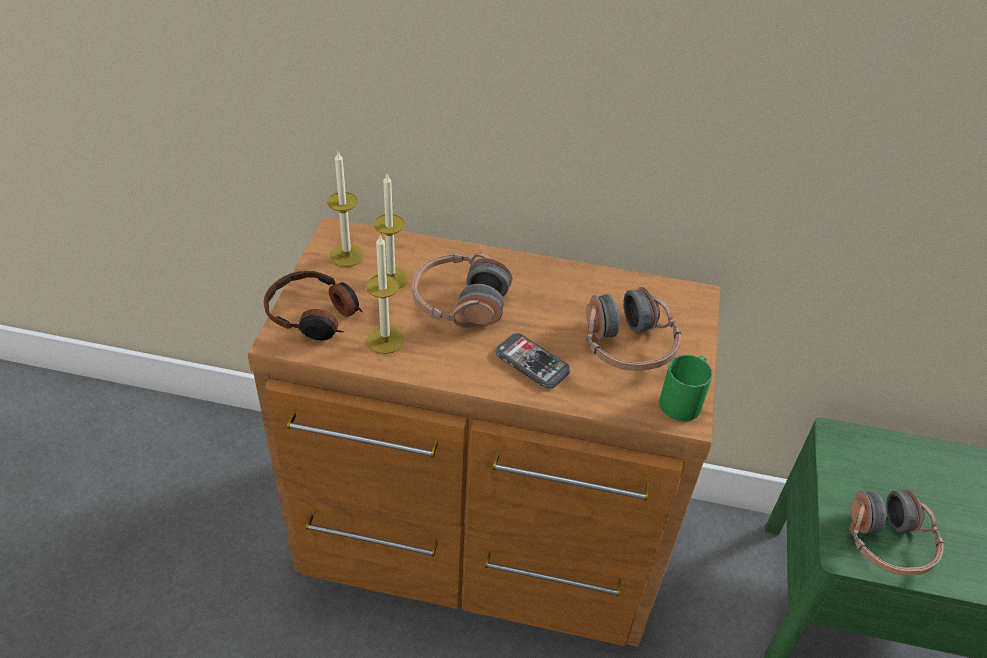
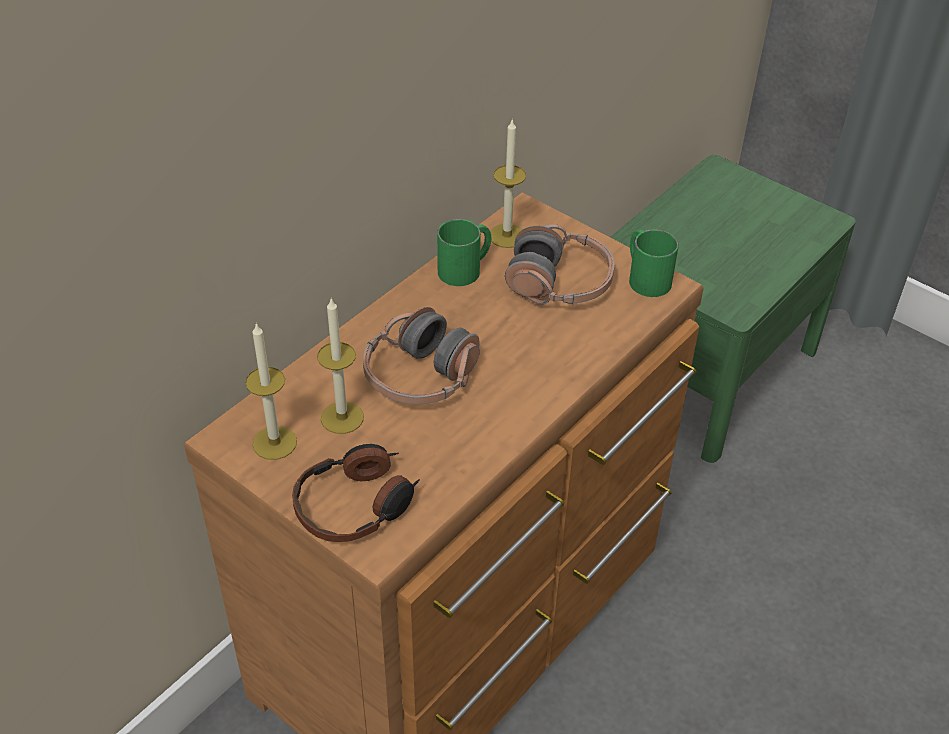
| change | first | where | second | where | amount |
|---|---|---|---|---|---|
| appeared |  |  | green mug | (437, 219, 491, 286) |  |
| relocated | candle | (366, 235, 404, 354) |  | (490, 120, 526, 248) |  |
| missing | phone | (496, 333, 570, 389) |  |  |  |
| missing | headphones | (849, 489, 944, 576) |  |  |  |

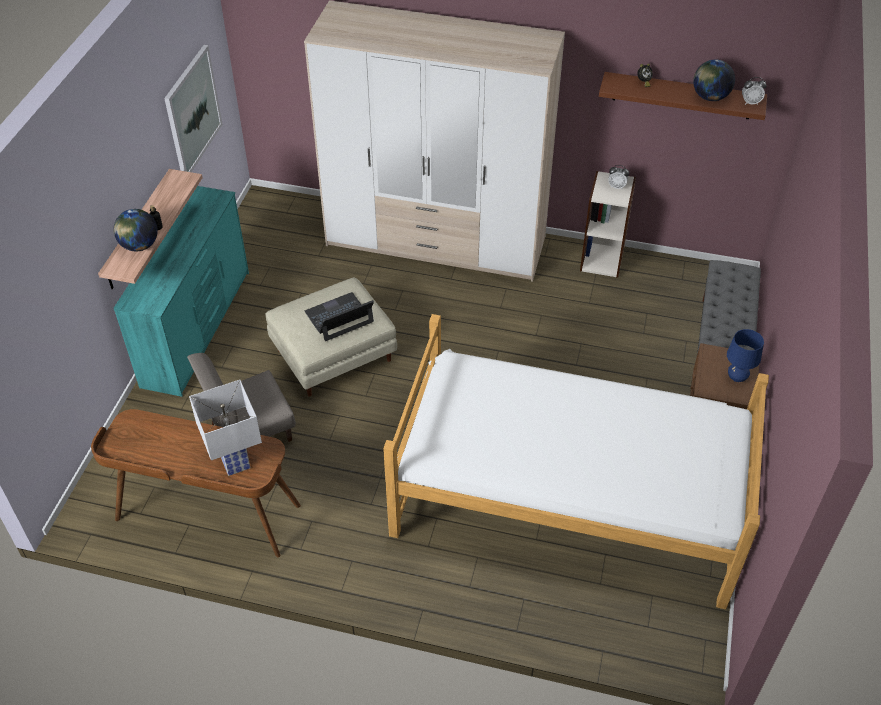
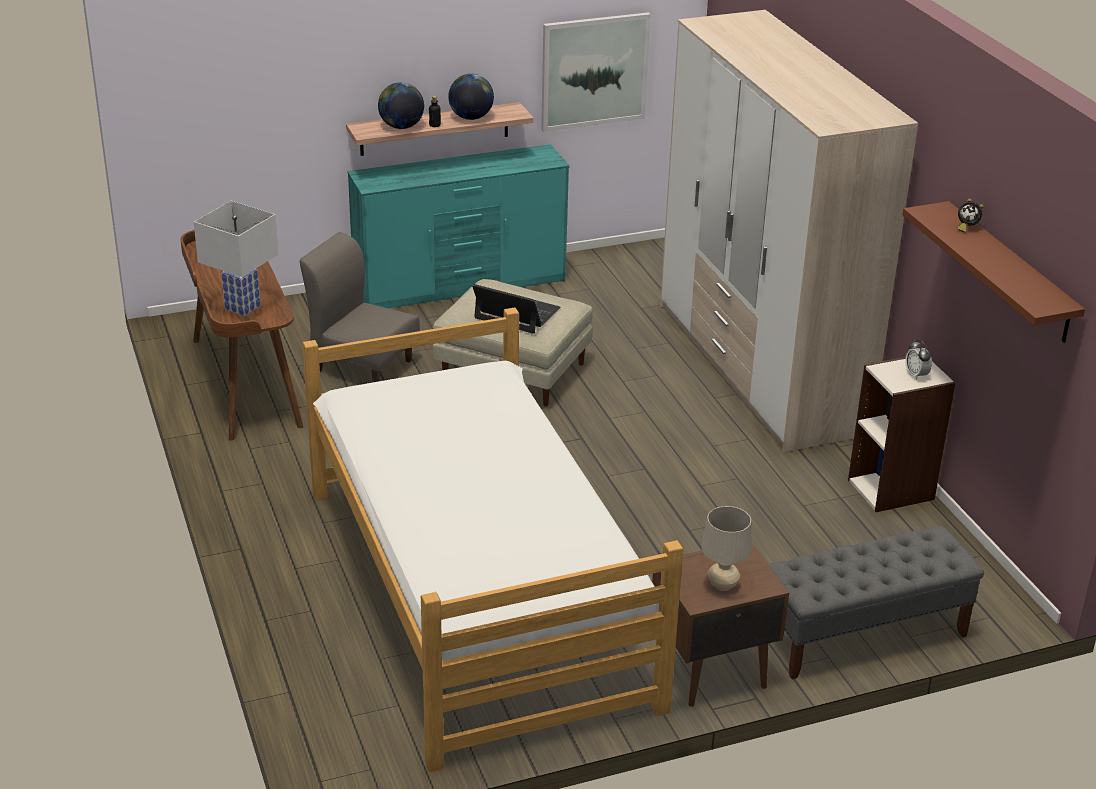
| change | first | where | second | where | amount |
|---|---|---|---|---|---|
| relocated | globe | (693, 60, 735, 101) |  | (448, 74, 494, 120) |  |
| colour | blue table lamp | (727, 329, 764, 382) | beige table lamp | (701, 506, 752, 591) |  |
| missing | alarm clock | (742, 77, 767, 105) |  |  |  |

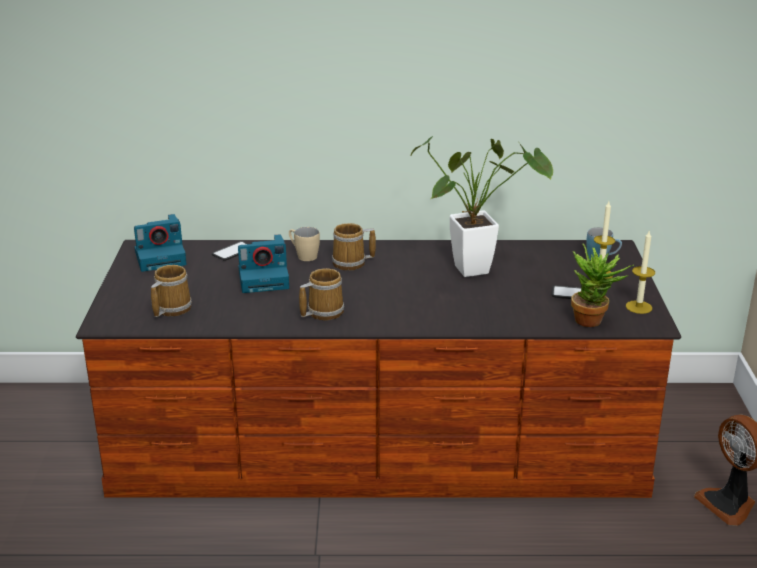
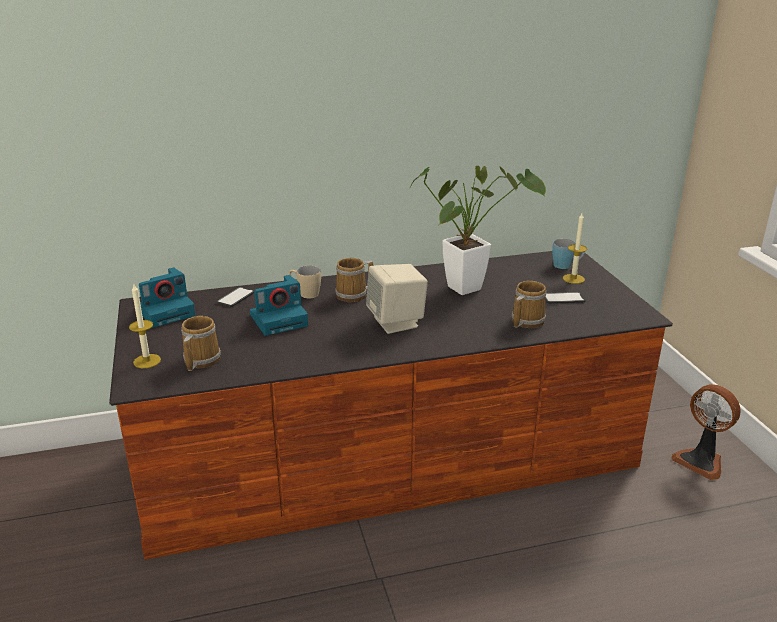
| change | first | where | second | where | amount |
|---|---|---|---|---|---|
| relocated | candle | (626, 231, 655, 314) |  | (129, 284, 161, 368) |  |
| appeared |  |  | beige speaker | (366, 264, 428, 334) |  |
| relocated | mug | (299, 268, 344, 321) |  | (512, 281, 546, 328) |  |
| missing | potted plant | (571, 244, 634, 327) |  |  |  |

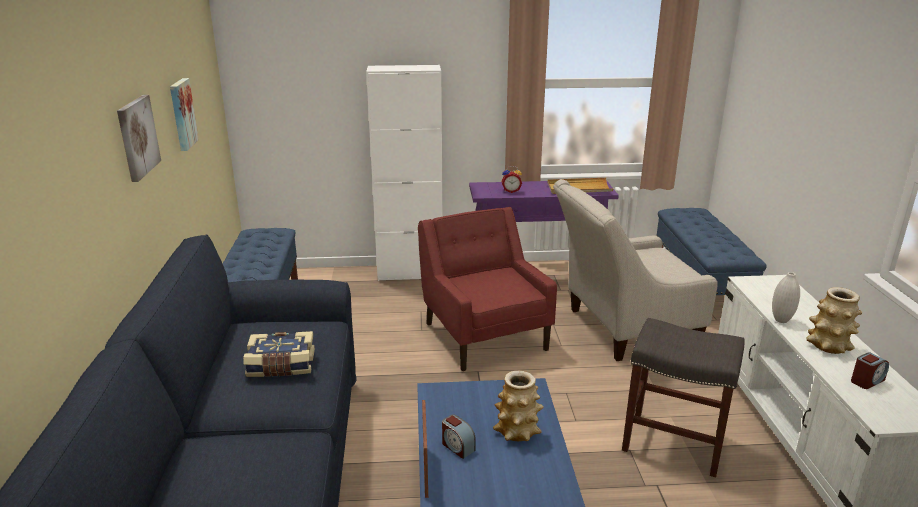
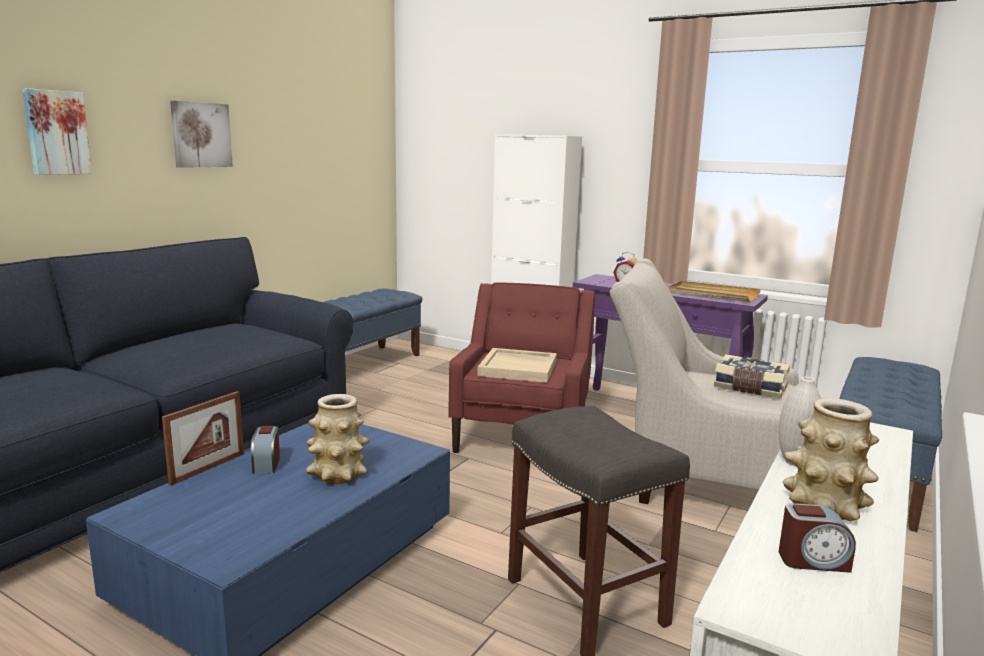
| change | first | where | second | where | amount |
|---|---|---|---|---|---|
| relocated | picture | (170, 78, 199, 151) |  | (22, 88, 92, 175) |  |
| appeared |  |  | beige tray | (477, 348, 557, 383) |  |
| relocated | book | (243, 331, 315, 377) |  | (714, 354, 790, 398) |  |

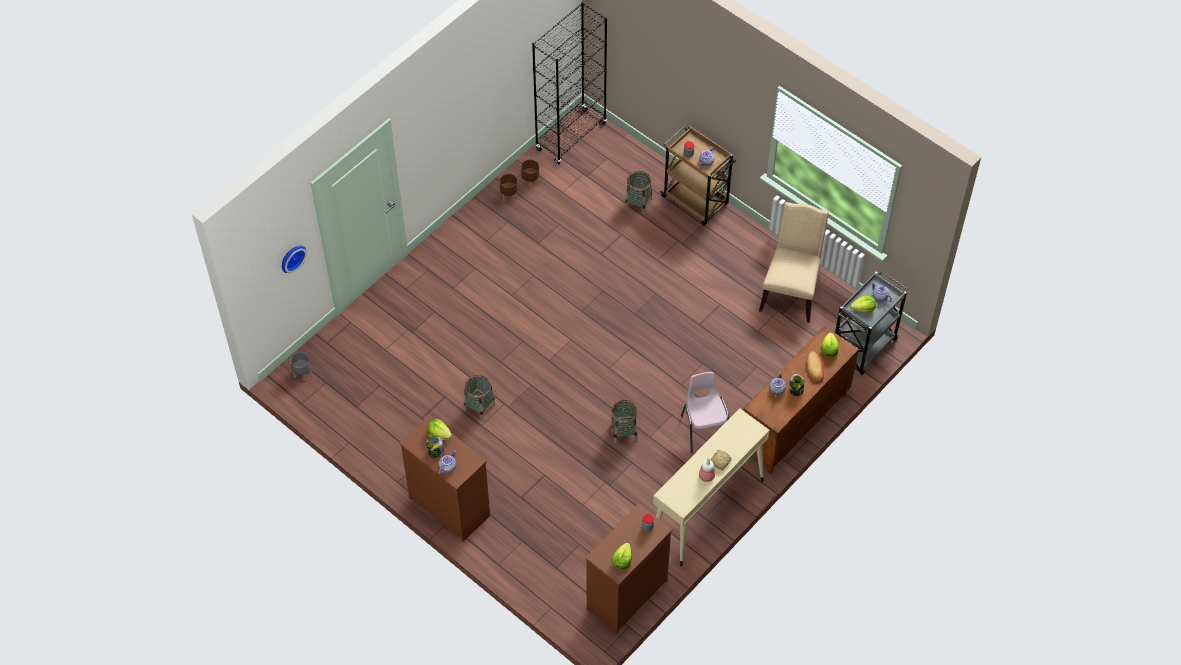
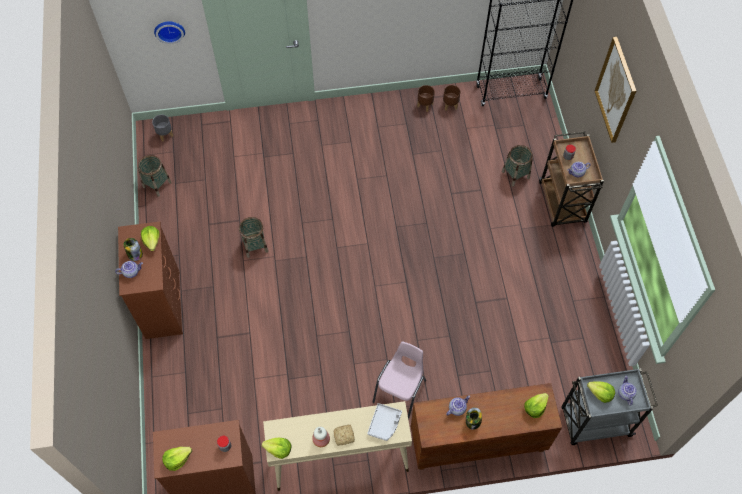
| change | first | where | second | where | amount |
|---|---|---|---|---|---|
| relocated | basket | (611, 400, 638, 443) |  | (138, 155, 172, 197) |  |
| appeared |  |  | lettuce | (262, 438, 292, 459) |  |
| appeared |  |  | grey tray | (367, 403, 402, 441) |  |
| appeared |  |  | picture | (595, 37, 636, 143) |  |
| missing | beige chair | (759, 202, 829, 323) |  |  |  |
| missing | bread | (806, 351, 824, 383) |  |  |  |

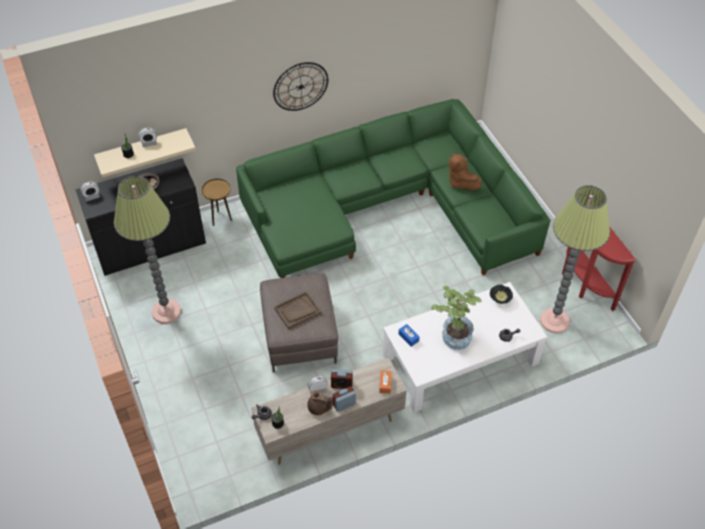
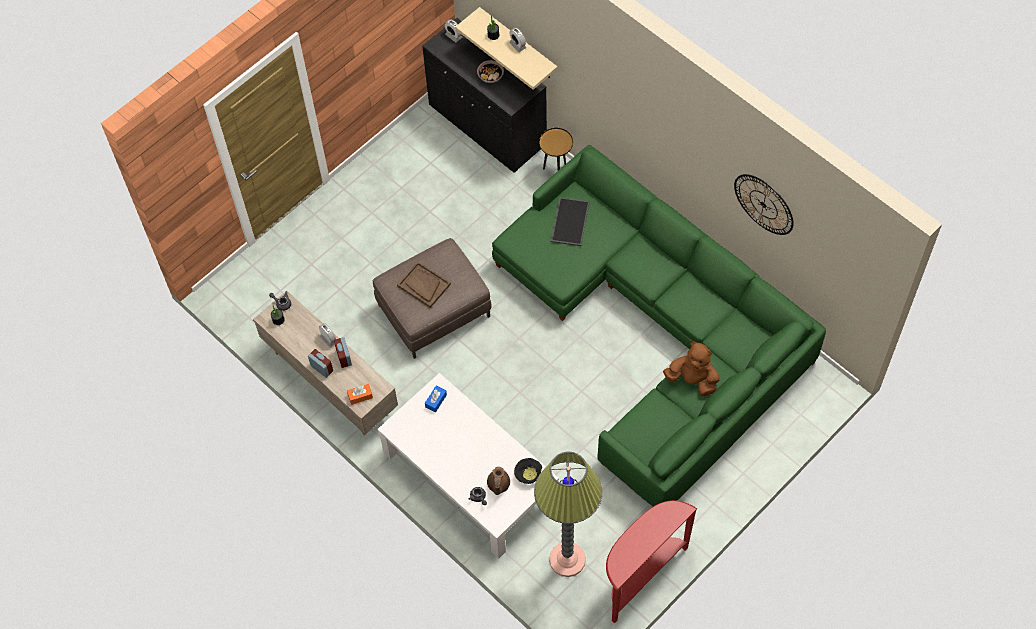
| change | first | where | second | where | amount |
|---|---|---|---|---|---|
| relocated | brown teapot | (307, 390, 333, 415) |  | (487, 467, 510, 495) |  |
| appeared |  |  | tray | (551, 197, 590, 246) |  |
| spun | brown plush toy | (449, 152, 482, 190) |  | (663, 341, 720, 396) | 75 degrees clockwise |
| relocated | wall clock | (273, 62, 328, 111) |  | (734, 174, 794, 235) |  |
| missing | floor lamp | (114, 176, 181, 324) |  |  |  |
| missing | potted plant | (431, 286, 482, 350) |  |  |  |

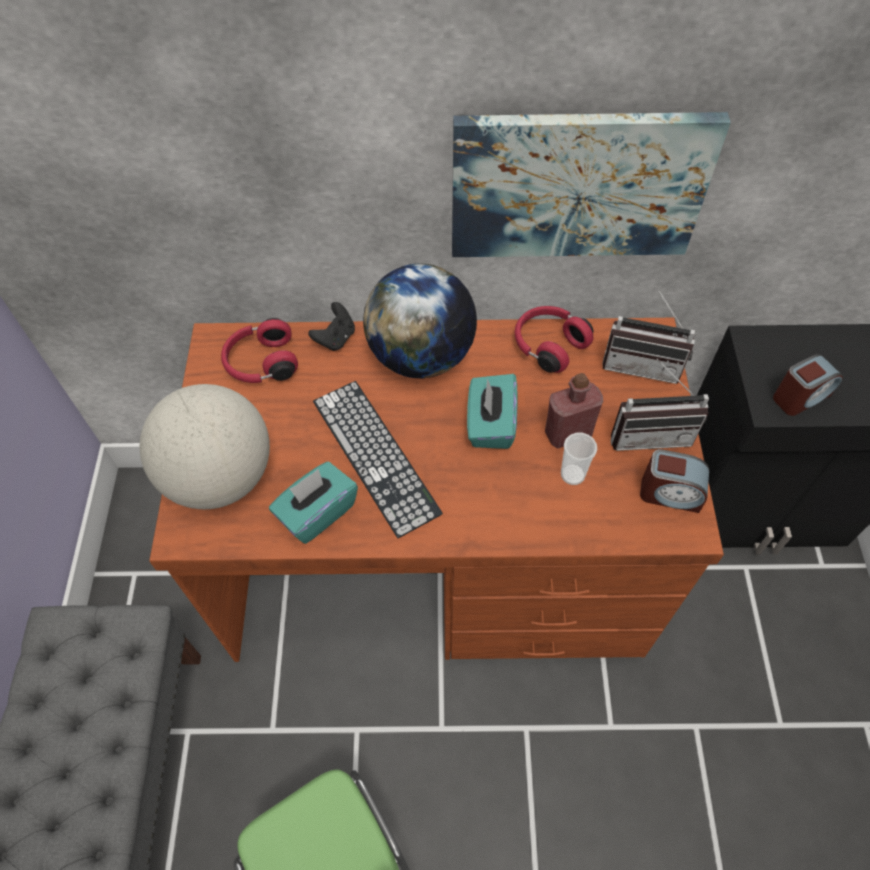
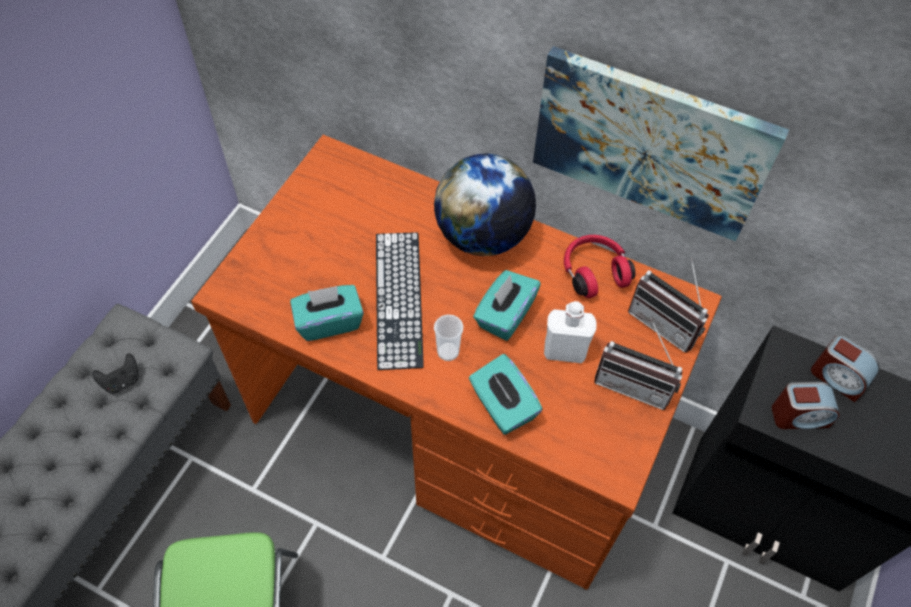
| change | first | where | second | where | amount |
|---|---|---|---|---|---|
| relocated | black game controller | (308, 302, 355, 351) |  | (92, 353, 138, 394) |  |
| relocated | cup | (561, 433, 597, 485) |  | (434, 314, 464, 361) |  |
| appeared |  |  | turquoise tissue box | (469, 354, 542, 434) |  |
| colour | red bottle | (545, 373, 603, 448) | white bottle | (544, 301, 597, 363) |  |
| relocated | alarm clock | (640, 449, 709, 513) |  | (811, 334, 879, 402) |  |
| missing | globe | (139, 384, 270, 509) |  |  |  |
| missing | red headphones | (221, 318, 298, 383) |  |  |  |

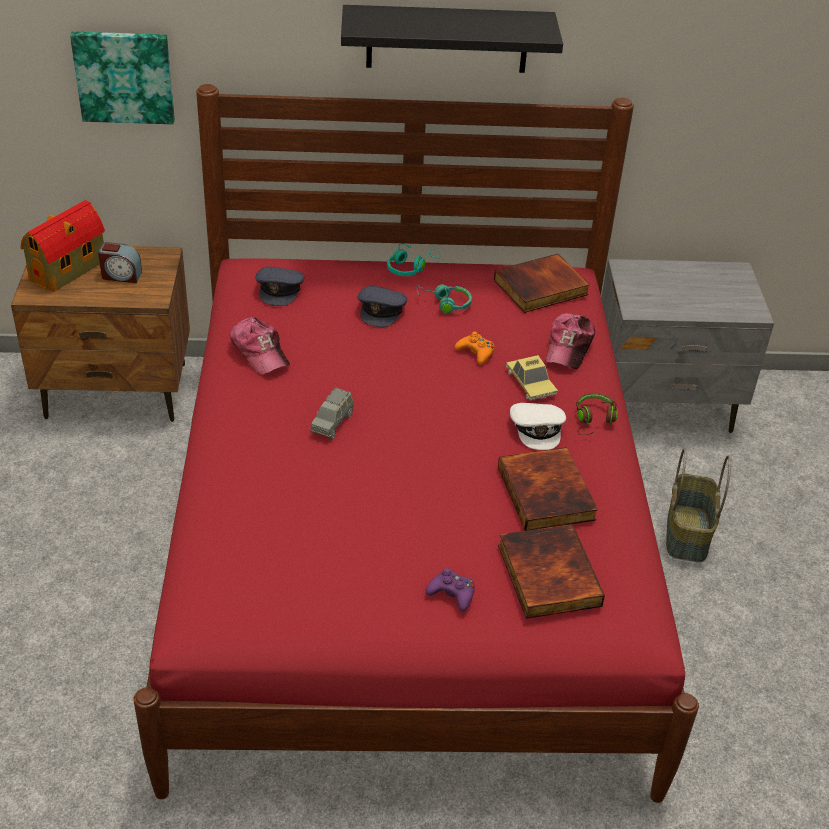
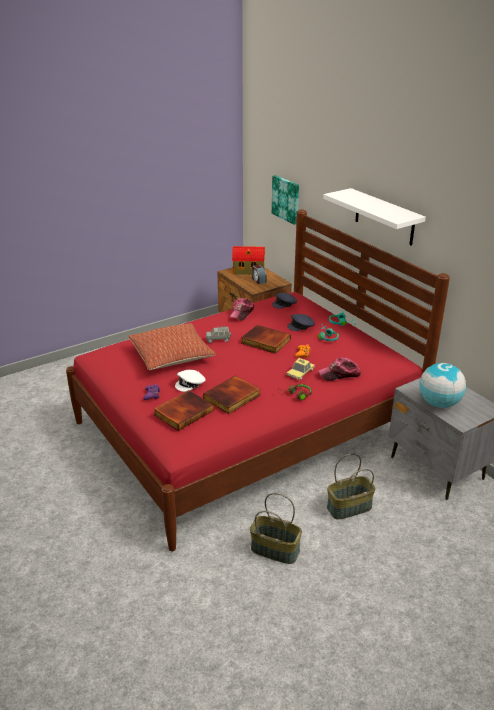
| change | first | where | second | where | amount |
|---|---|---|---|---|---|
| appeared |  |  | pillow | (128, 323, 216, 370) |  |
| relocated | white cap | (510, 403, 566, 450) |  | (175, 370, 206, 392) |  |
| relocated | book | (494, 254, 590, 313) |  | (241, 325, 291, 354) |  |
| appeared |  |  | basket | (250, 493, 302, 564) |  |
| colour | black shelf | (341, 5, 563, 73) | white shelf | (323, 188, 426, 246) |  |
| appeared |  |  | globe | (419, 363, 466, 408) |  |

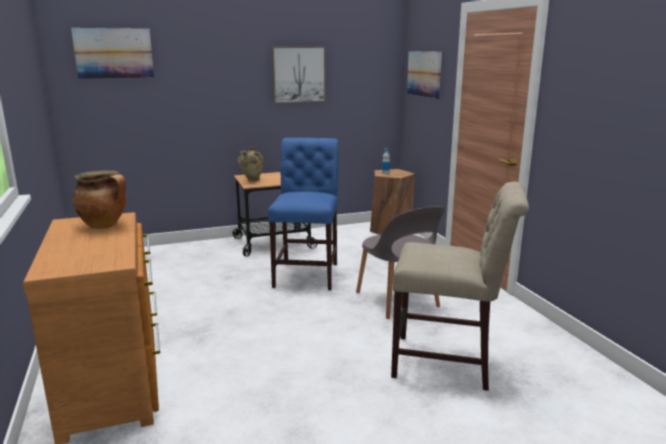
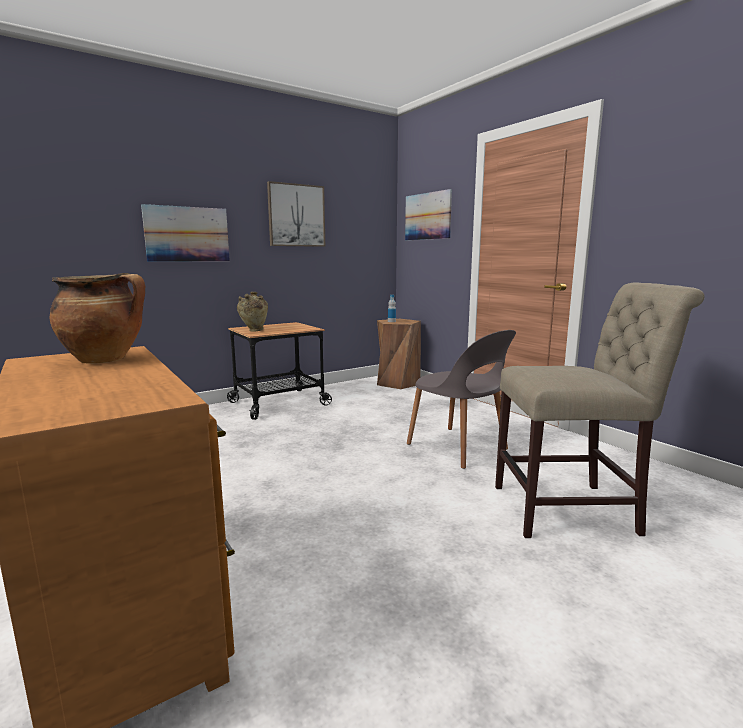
| change | first | where | second | where | amount |
|---|---|---|---|---|---|
| relocated | picture | (71, 28, 154, 79) |  | (141, 204, 230, 262) |  |
| missing | blue chair | (268, 138, 339, 290) |  |  |  |

